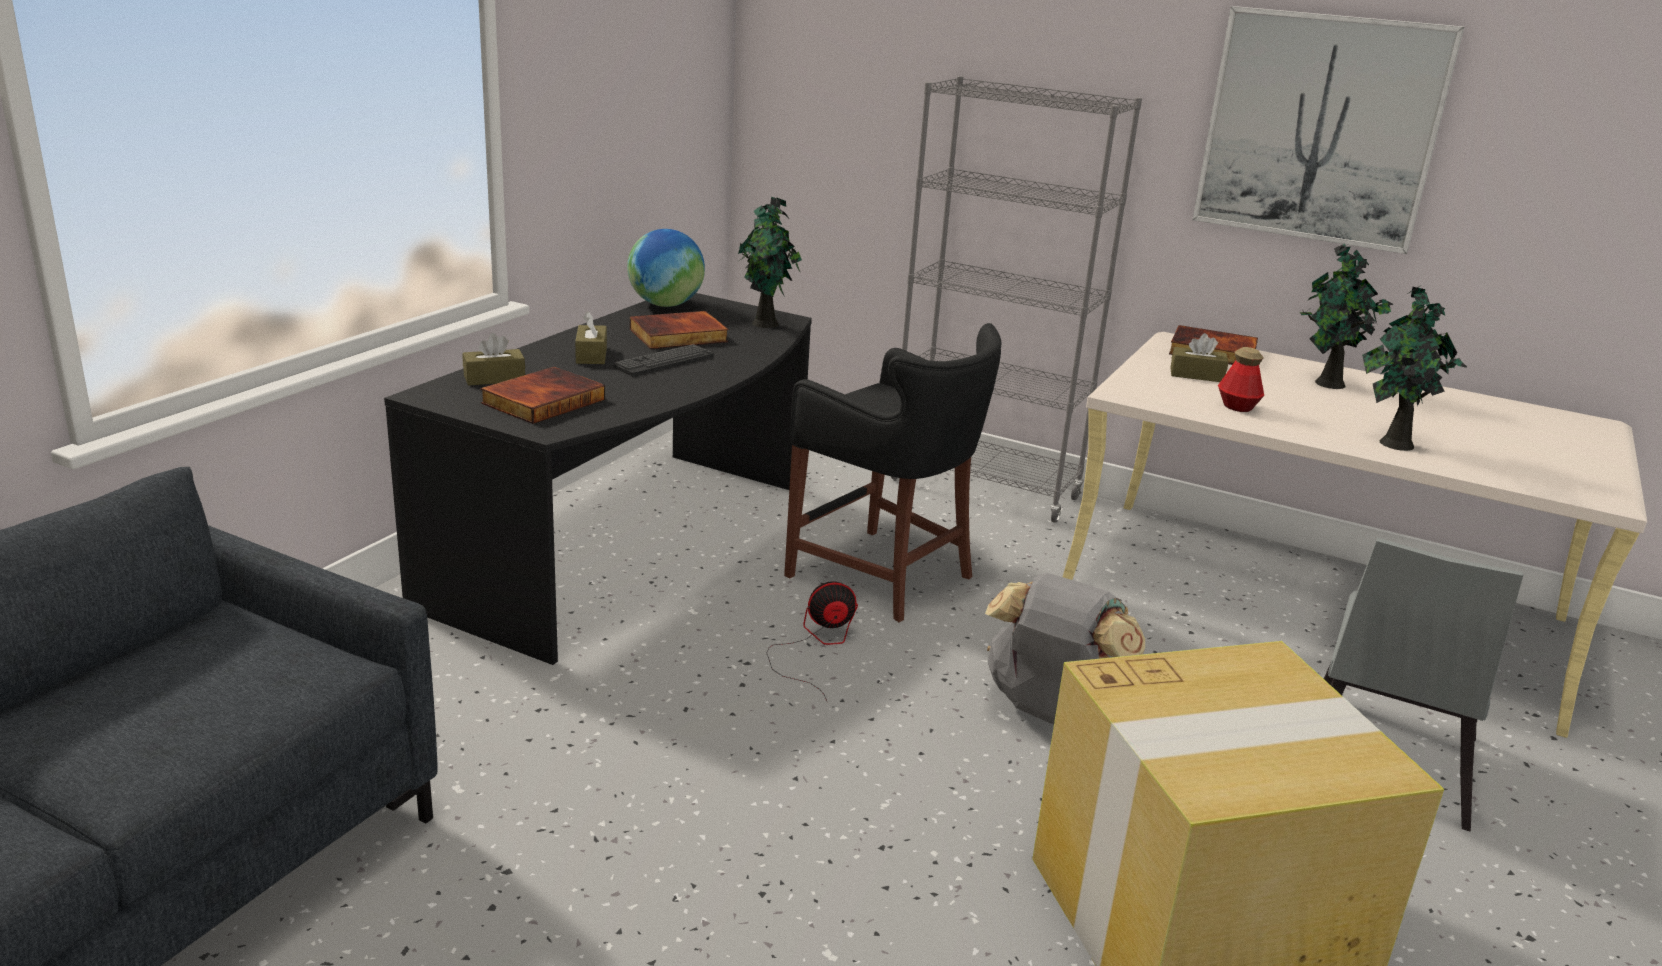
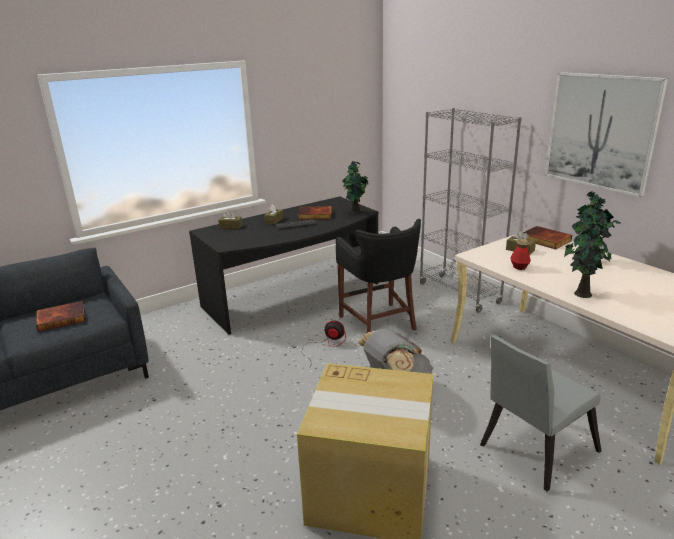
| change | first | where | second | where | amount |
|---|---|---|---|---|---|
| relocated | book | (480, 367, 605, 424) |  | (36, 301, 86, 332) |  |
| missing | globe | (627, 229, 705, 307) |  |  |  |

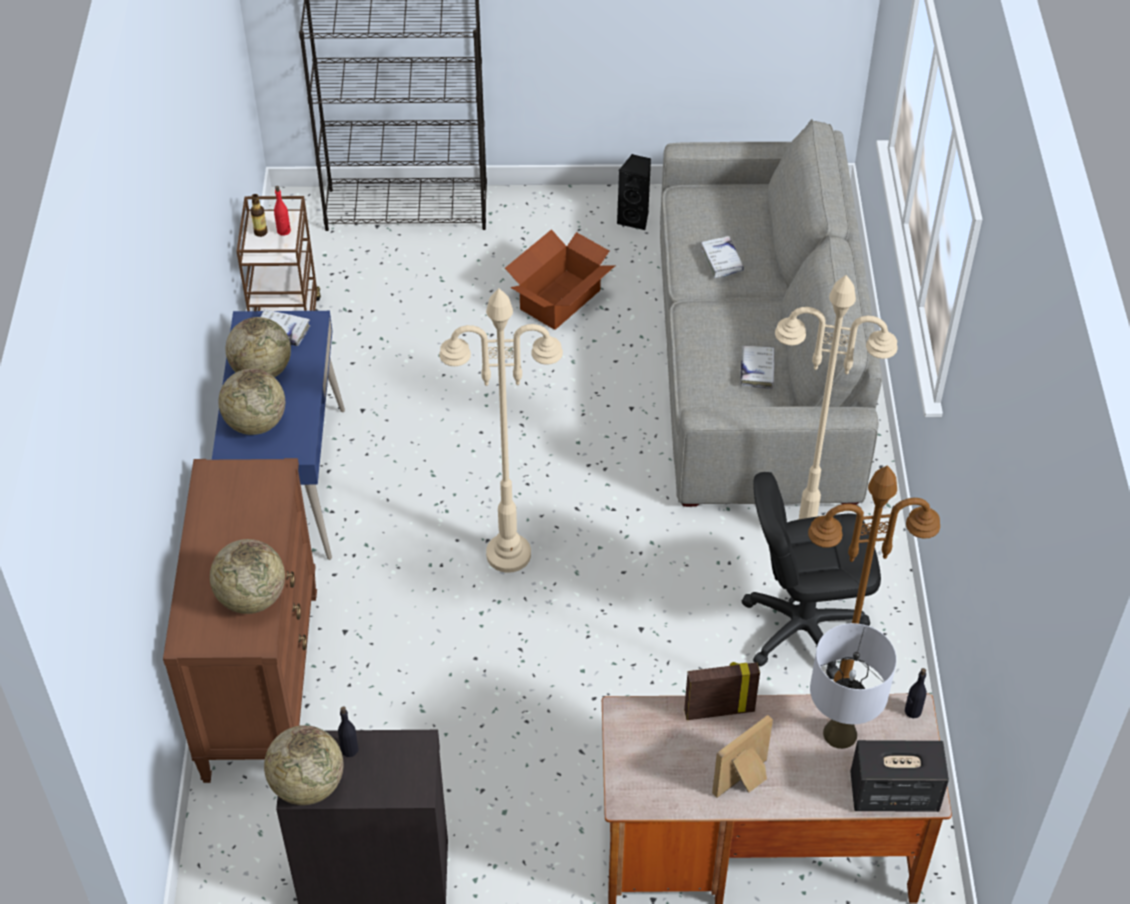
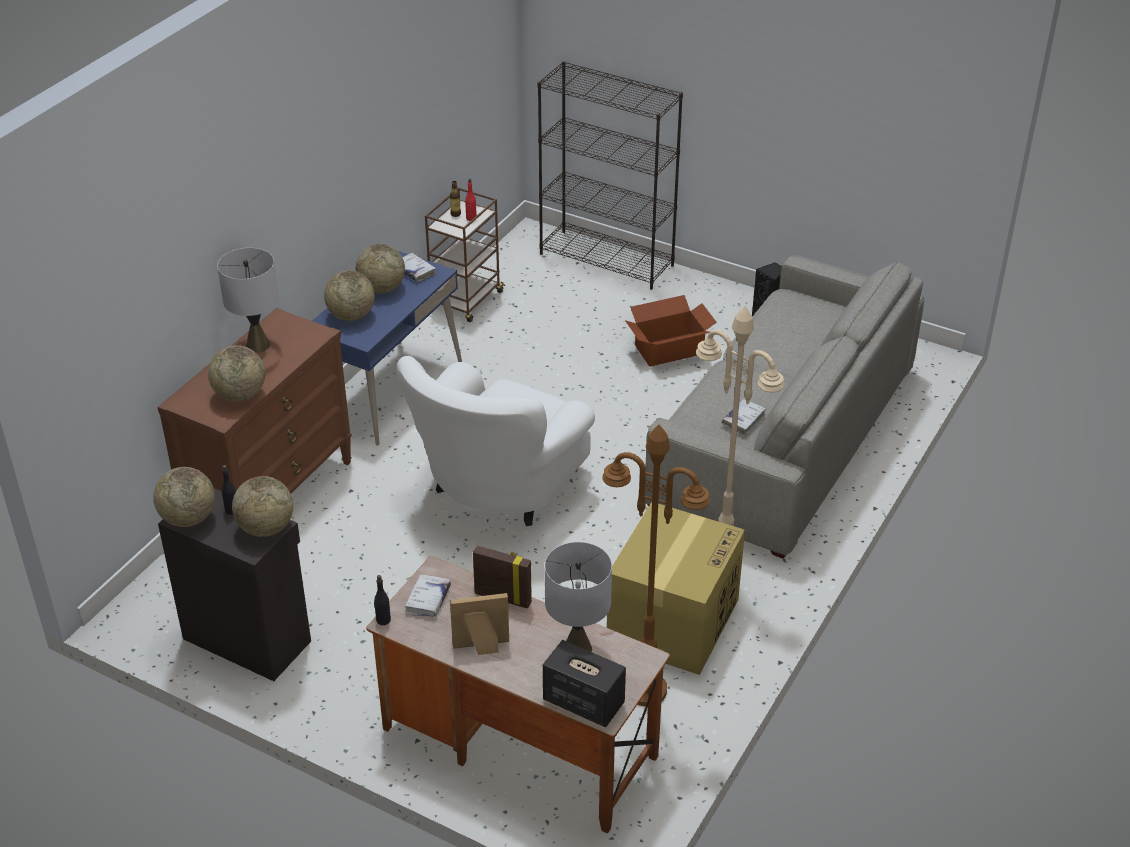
| change | first | where | second | where | amount |
|---|---|---|---|---|---|
| appeared |  |  | grey table lamp | (217, 248, 279, 353) |  |
| appeared |  |  | globe | (232, 476, 293, 537) |  |
| relocated | black bottle | (905, 668, 927, 718) |  | (374, 575, 391, 625) |  |
| exchanged | beige floor lamp | (439, 288, 563, 573) | white armchair | (397, 356, 595, 526) |  |
| relocated | white book | (701, 236, 744, 278) |  | (405, 574, 451, 617) |  |
| exchanged | black office chair | (742, 472, 881, 680) | cardboard box | (607, 502, 745, 675) |  |

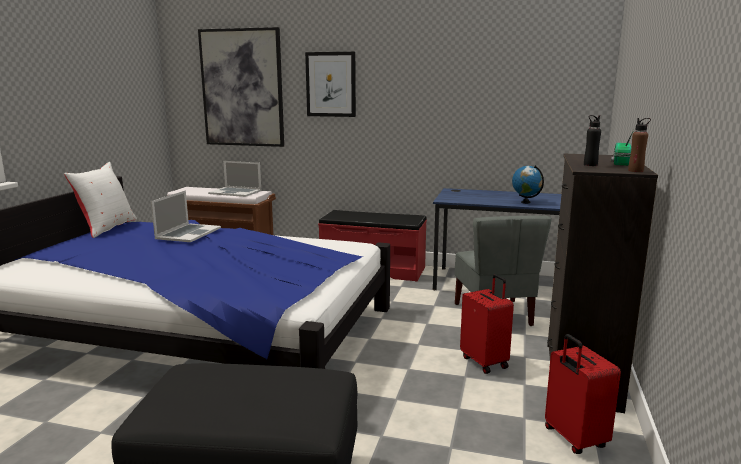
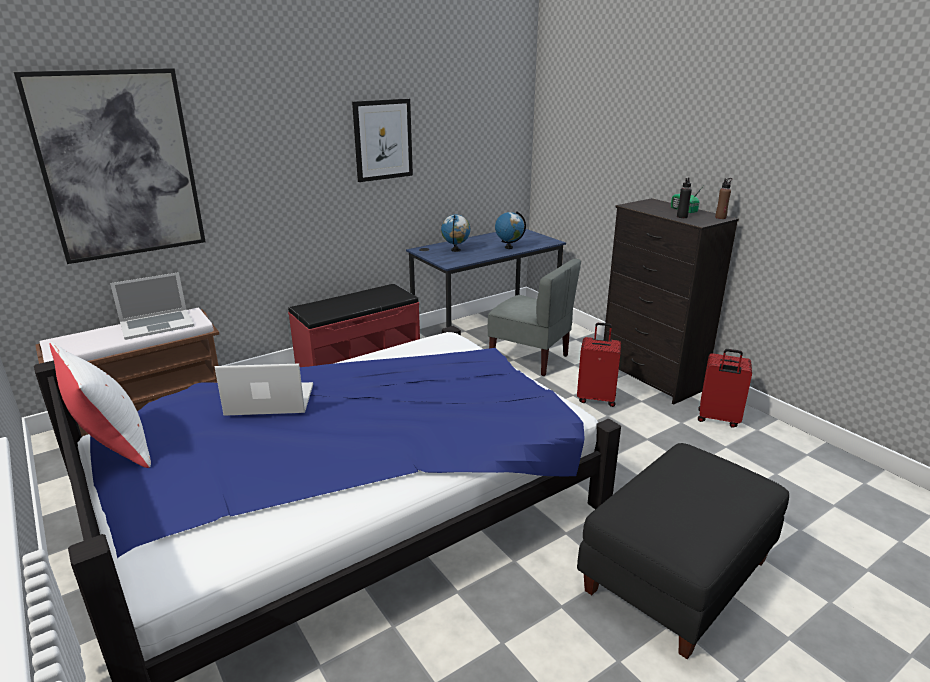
| change | first | where | second | where | amount |
|---|---|---|---|---|---|
| spun | laptop | (151, 190, 221, 242) |  | (215, 364, 313, 416) | 60 degrees counterclockwise |
| relocated | picture | (305, 52, 356, 117) |  | (352, 99, 413, 182) |  |
| appeared |  |  | globe | (441, 215, 470, 252) |  |

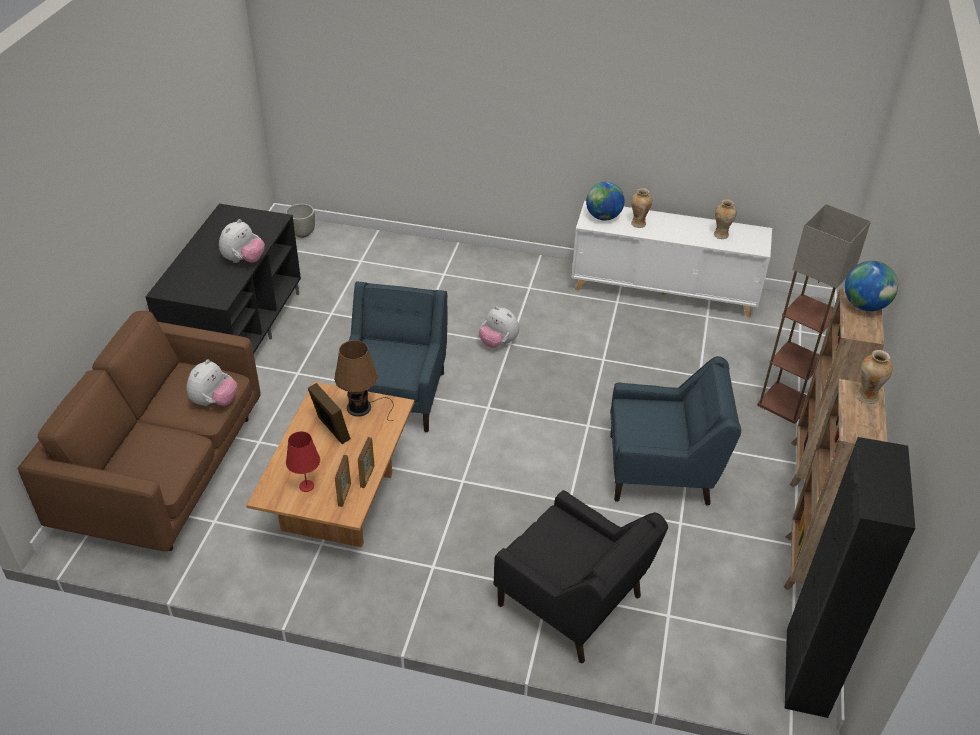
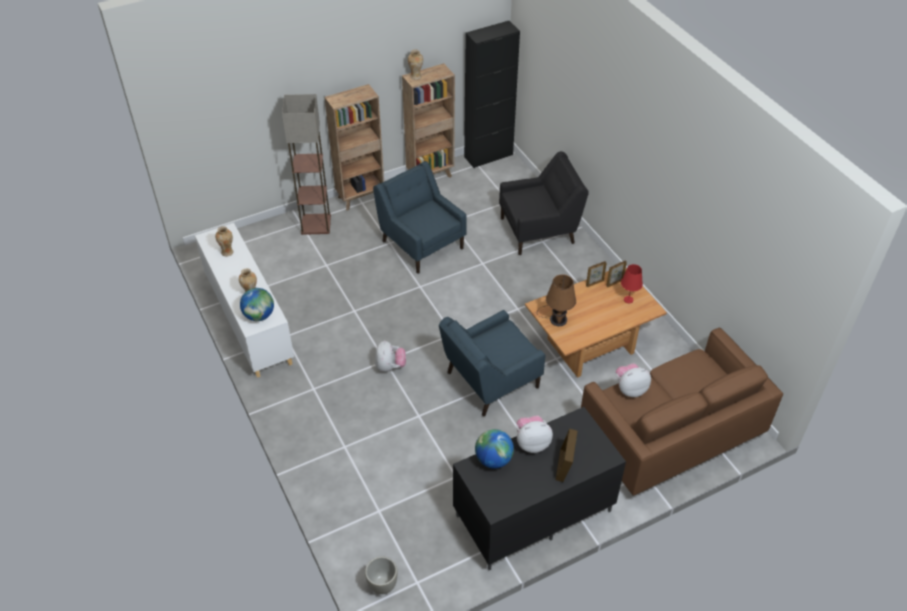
| change | first | where | second | where | amount |
|---|---|---|---|---|---|
| relocated | globe | (845, 261, 898, 311) |  | (475, 429, 514, 469) |  |
| spun | black armchair | (494, 490, 668, 663) |  | (499, 151, 589, 255) | 75 degrees clockwise |
| relocated | picture frame | (308, 383, 351, 444) |  | (555, 428, 578, 482) |  |

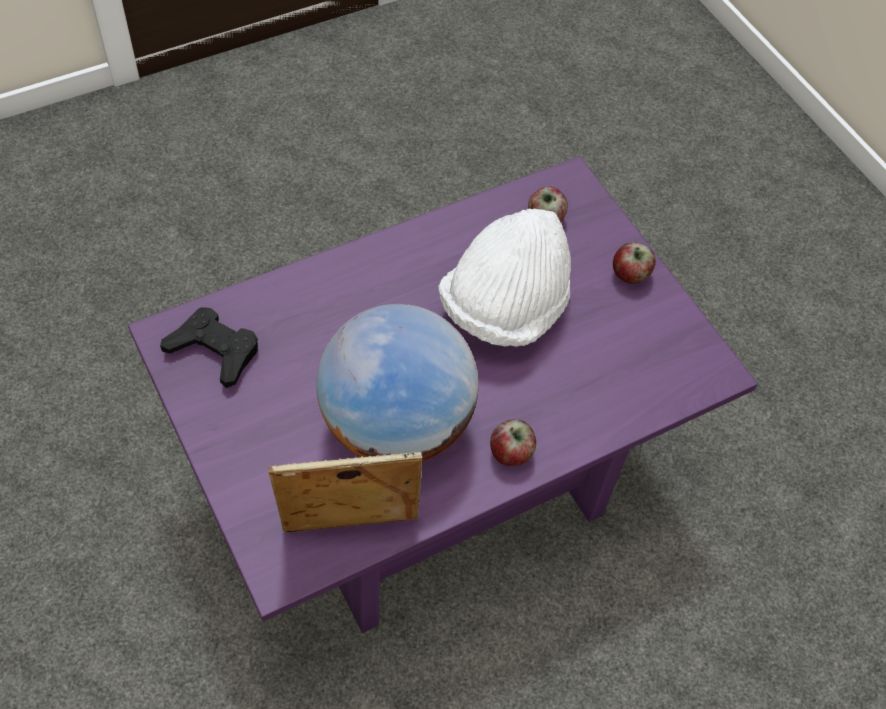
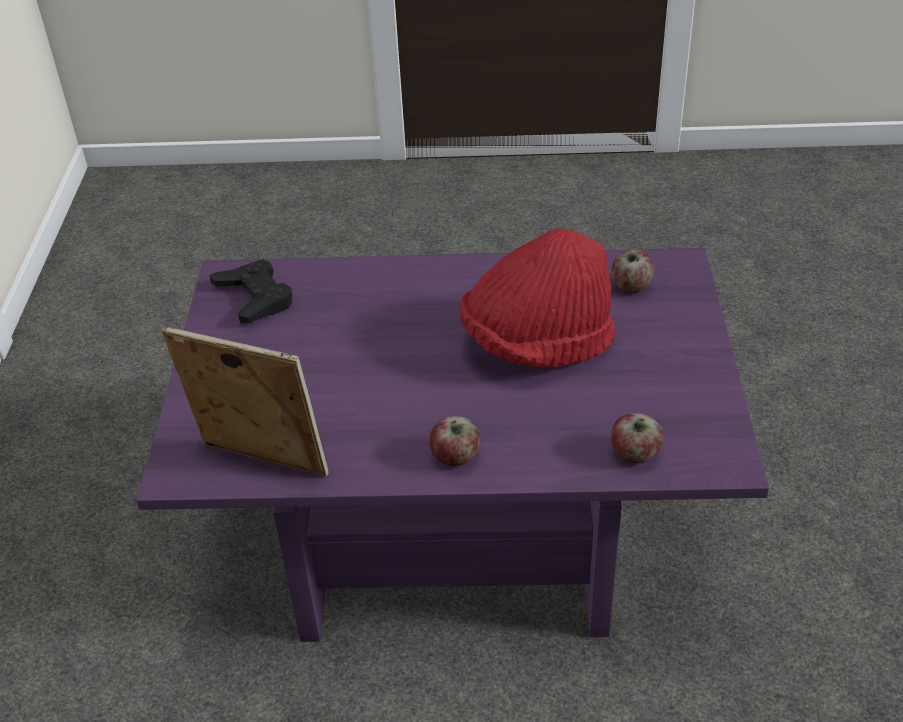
| change | first | where | second | where | amount |
|---|---|---|---|---|---|
| colour | white hat | (438, 209, 571, 347) | red hat | (460, 229, 615, 368) |  |
| relocated | apple | (613, 242, 656, 284) |  | (611, 413, 664, 463) |  |
| missing | globe | (316, 304, 479, 462) |  |  |  |

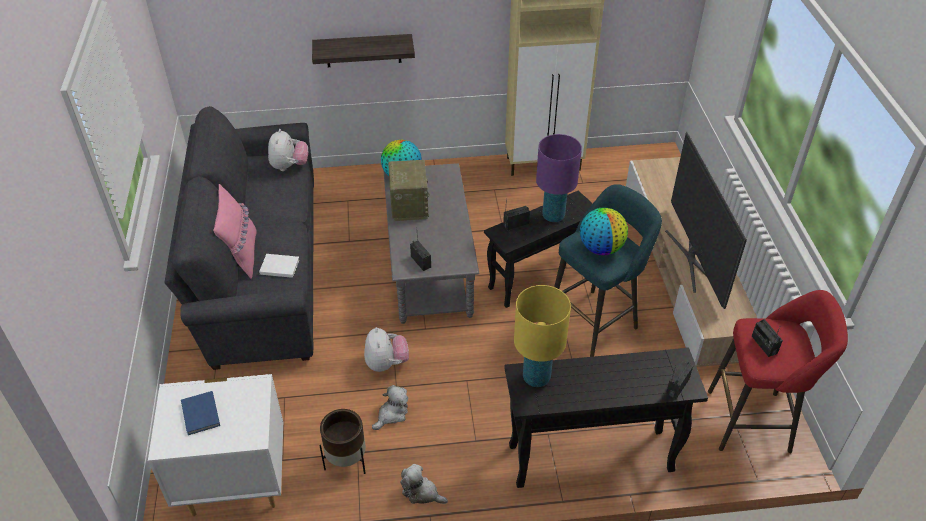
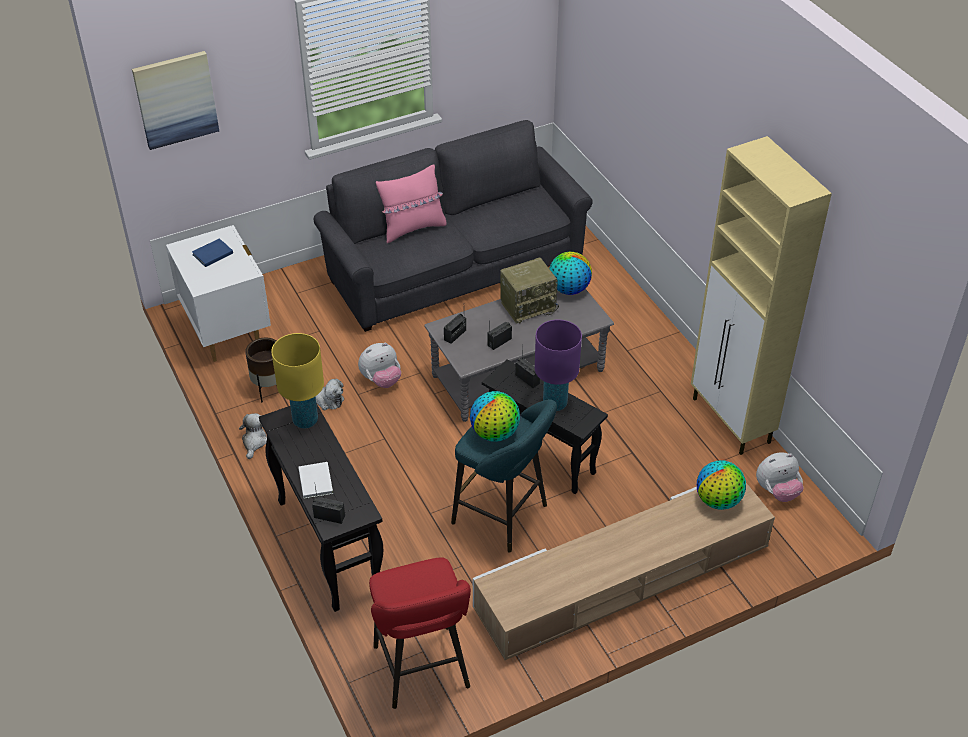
| change | first | where | second | where | amount |
|---|---|---|---|---|---|
| appeared |  |  | picture | (132, 51, 219, 150) |  |
| relocated | white book | (259, 254, 300, 278) |  | (298, 462, 333, 499) |  |
| relocated | radio | (752, 319, 783, 357) |  | (487, 318, 512, 350) |  |
| appeared |  |  | globe | (697, 460, 746, 510) |  |
| relocated | plush toy | (268, 129, 308, 171) |  | (756, 452, 803, 502) |  |
| missing | shelf | (312, 34, 415, 67) |  |  |  |
| missing | television | (665, 132, 747, 309) |  |  |  |

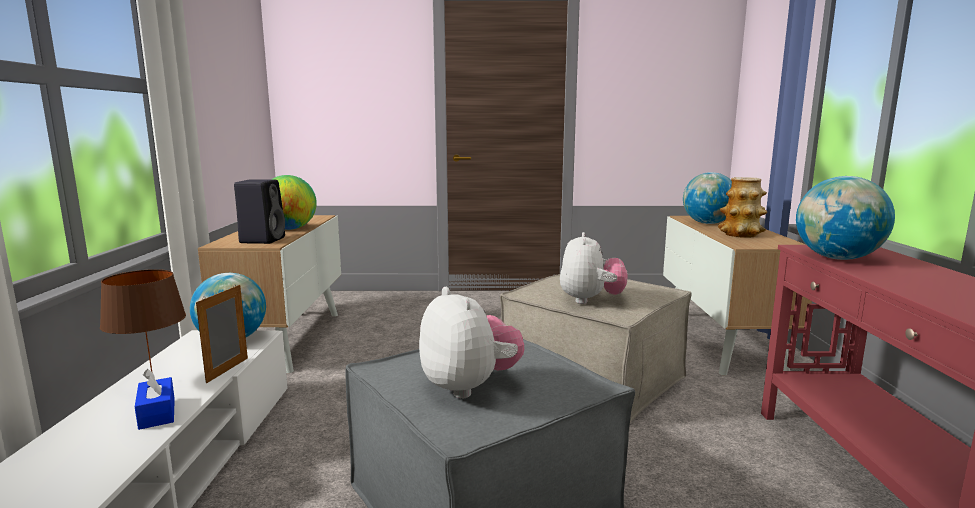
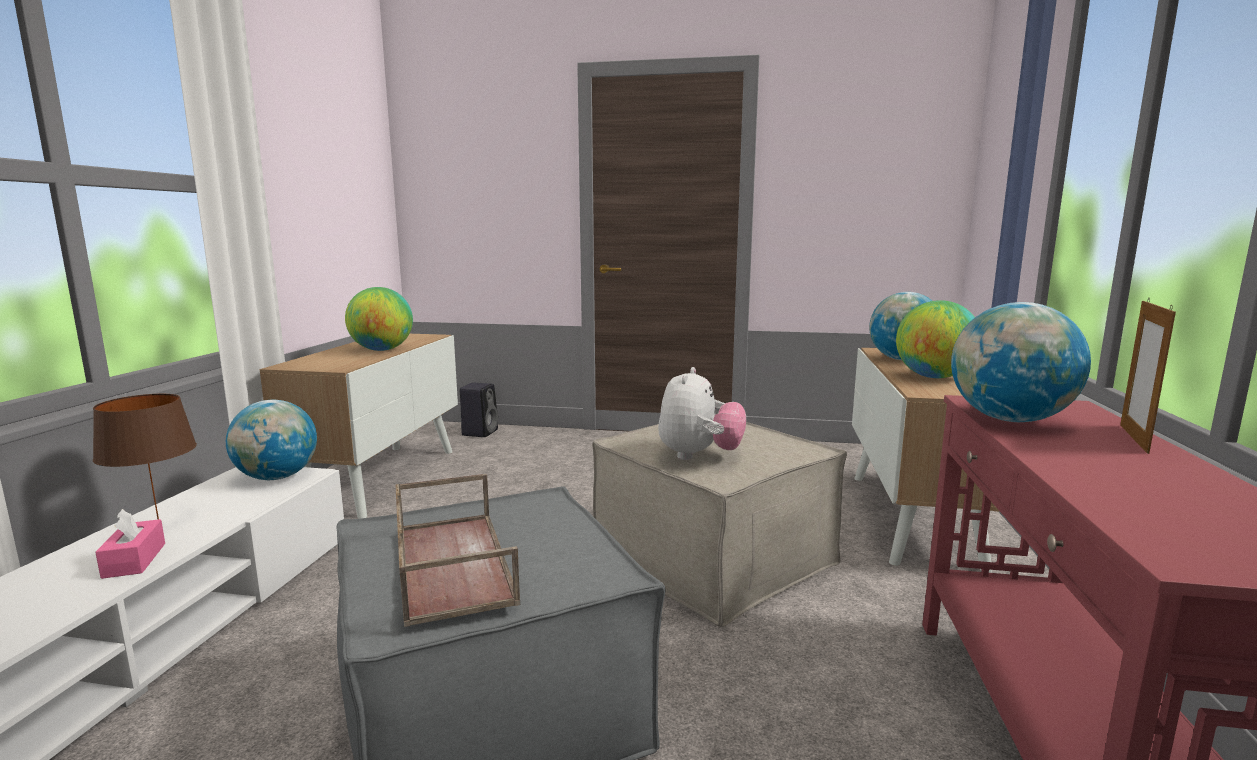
| change | first | where | second | where | amount |
|---|---|---|---|---|---|
| colour | blue tissue box | (135, 369, 175, 430) | pink tissue box | (95, 509, 165, 579) |  |
| exchanged | plush toy | (419, 287, 524, 398) | brown tray | (395, 474, 520, 627) |  |
| relocated | black speaker | (234, 179, 285, 244) |  | (460, 383, 498, 437) |  |
| exchanged | vase | (718, 177, 767, 238) | globe | (896, 300, 975, 378) |  |
| relocated | picture frame | (196, 284, 248, 383) |  | (1120, 298, 1176, 454) |  |

